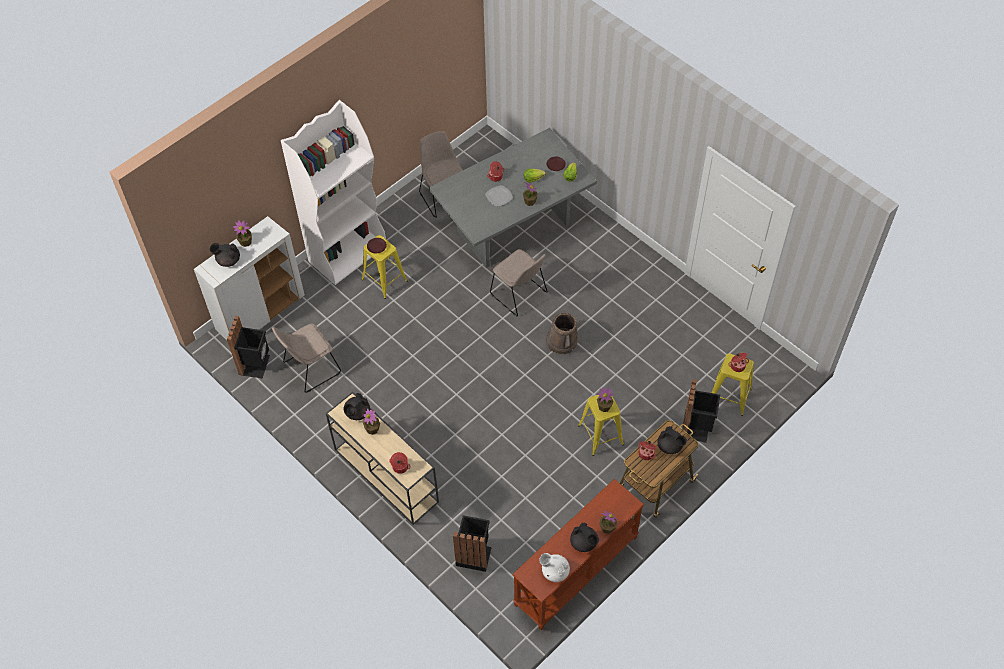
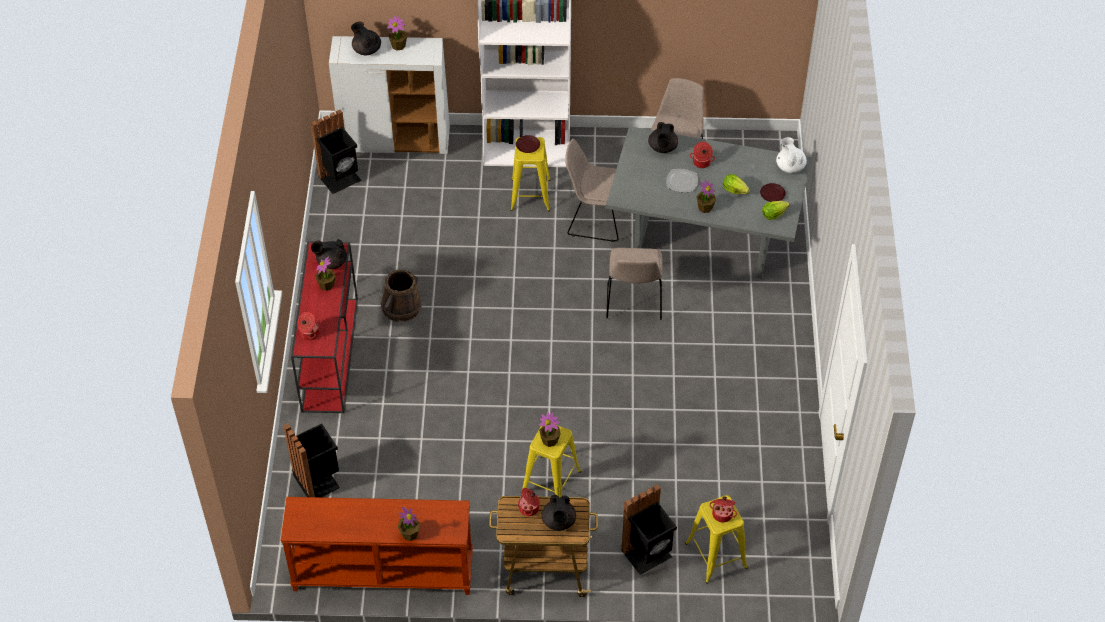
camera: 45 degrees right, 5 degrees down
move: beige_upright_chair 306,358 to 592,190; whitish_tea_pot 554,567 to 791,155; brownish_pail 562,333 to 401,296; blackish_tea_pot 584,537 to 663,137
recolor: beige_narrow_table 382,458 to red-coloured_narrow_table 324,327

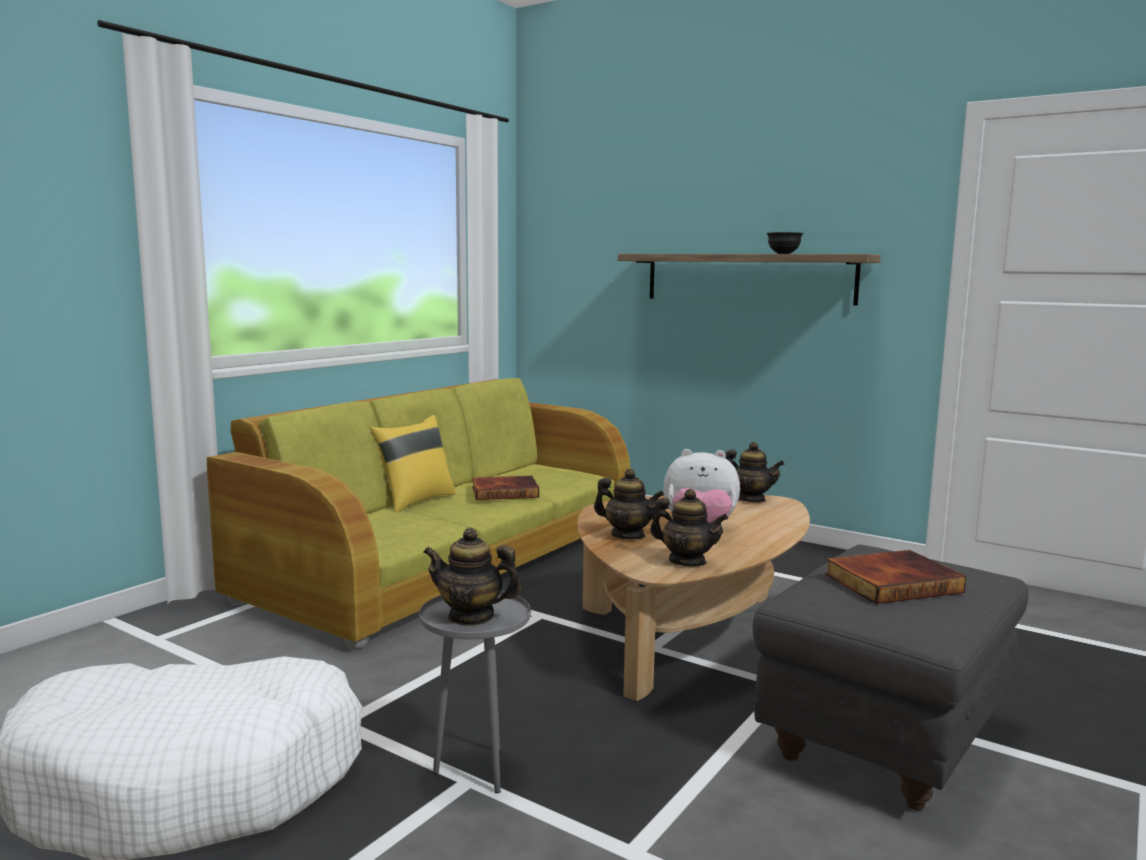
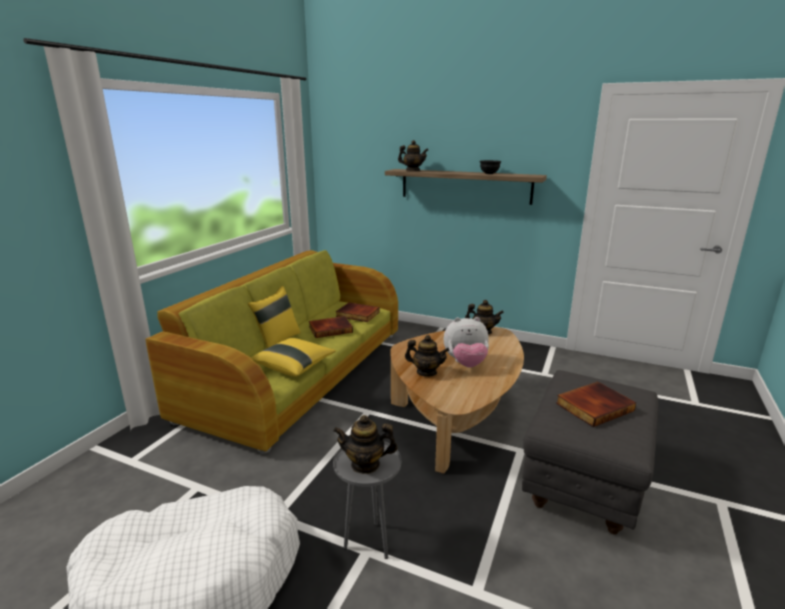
camera: 10 degrees left, 10 degrees up
insert: yellowish_pillow 293,357; bound_book 357,312
move: tea_pot 689,527 to 413,155

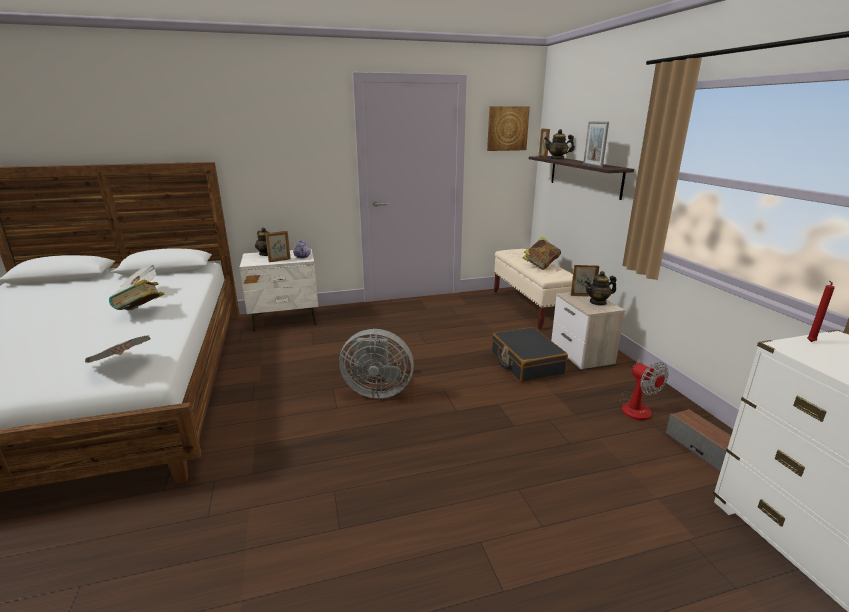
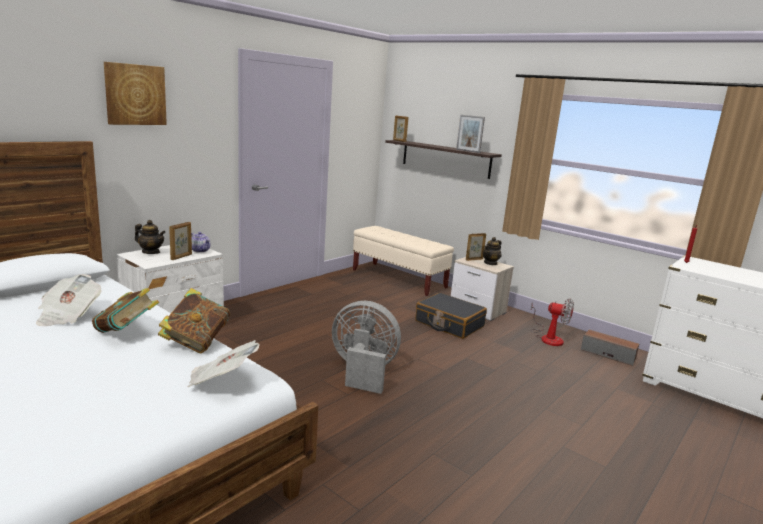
camera: 35 degrees left, 5 degrees down
delete: tea_pot 559,144
move: picture 508,128 to 135,93; bound_book 542,253 to 194,320
rotate: grey_electric_fan 376,364 = 366,347 135 degrees counterclockwise

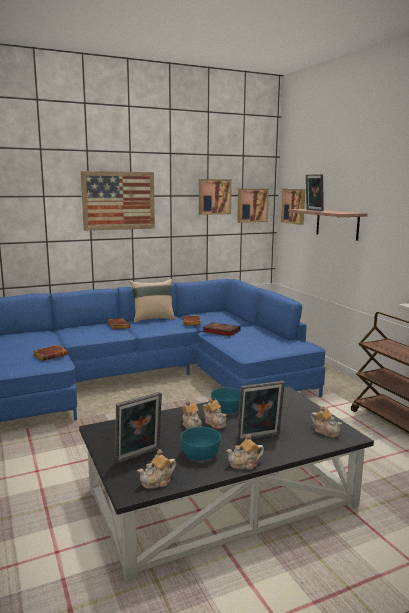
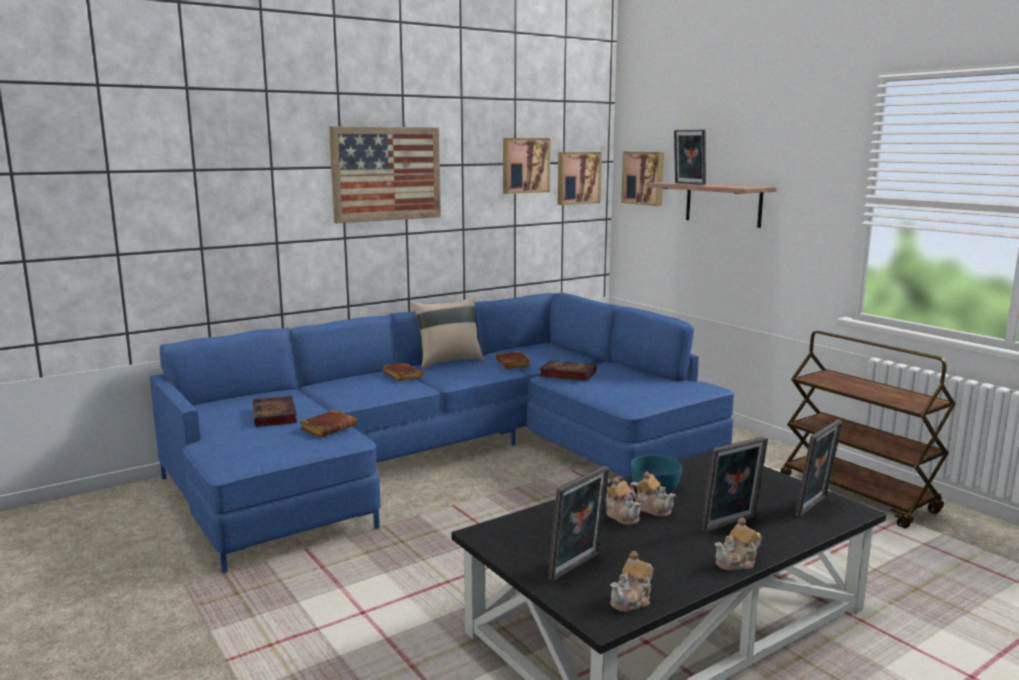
camera: 10 degrees left, 0 degrees up
delete: turquoise-coloured_serving_bowl 201,444
insert: bound_book 275,411
replace: tea_pot 326,422 to standing_frame 819,468

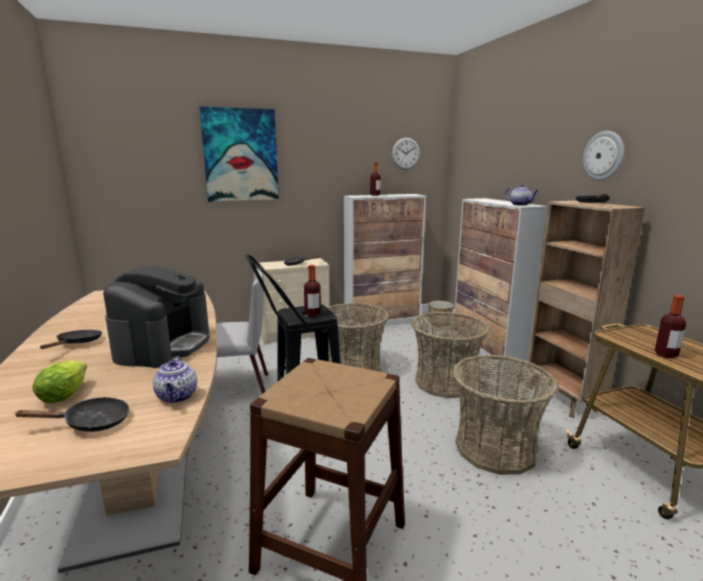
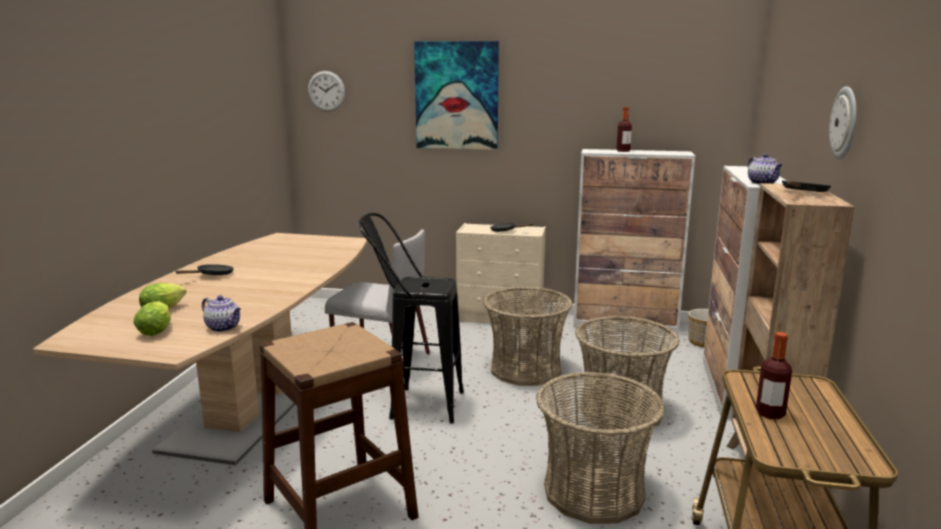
camera: 30 degrees right, 0 degrees up
delete: coffee_maker 156,317; drink_bottle 312,291
move: clock_on_the_wall 406,154 to 326,91
replace: blackish_pan 71,414 to lettuce_head 152,318
rotate: tea_pot 175,379 = 221,313 75 degrees counterclockwise

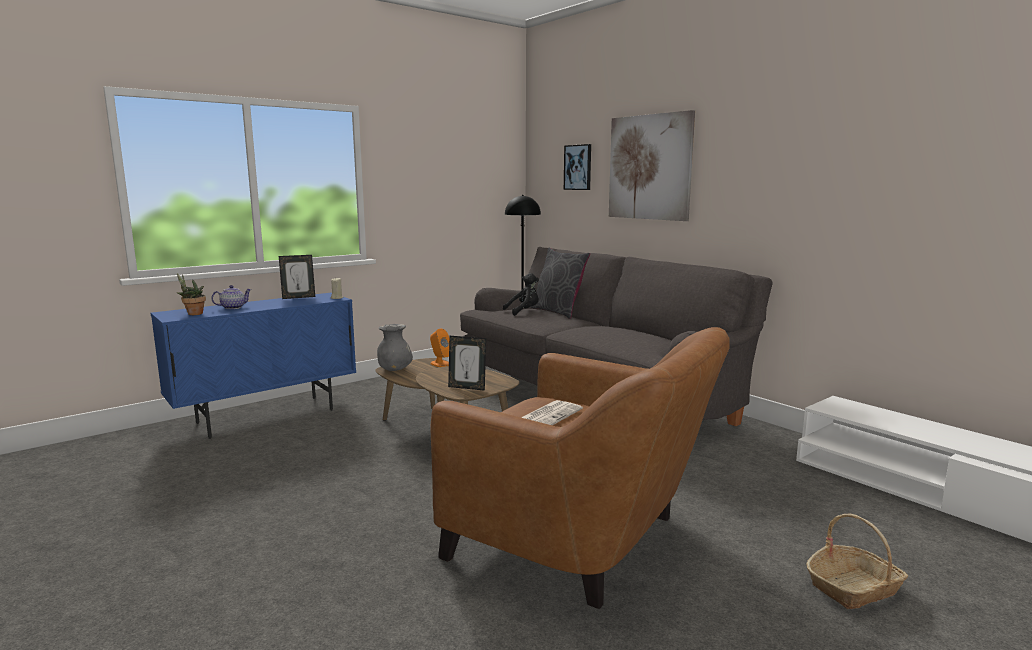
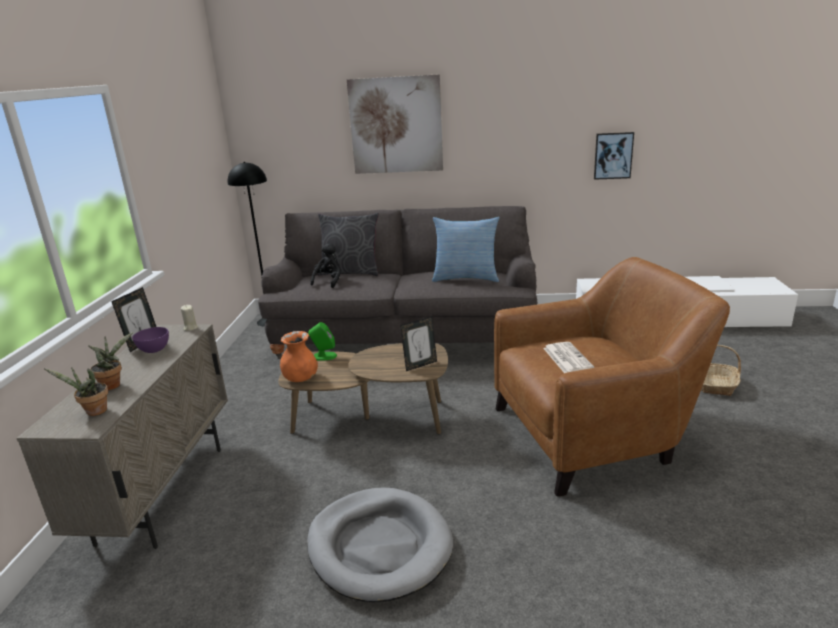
camera: 45 degrees left, 10 degrees up
insert: purplish_serving_bowl 150,340; grey_pet_bed 380,544; pillow 466,249
move: picture 577,167 to 614,156
replace: tea_pot 231,297 to plant_in_a_pot 110,361
recolor: blue_storage_cabinet 253,366 to beige_storage_cabinet 122,436; grey_decorative_vase 395,347 to orange-coloured_decorative_vase 299,356; orange-coloured_loudspeaker 439,348 to green-coloured_loudspeaker 322,341

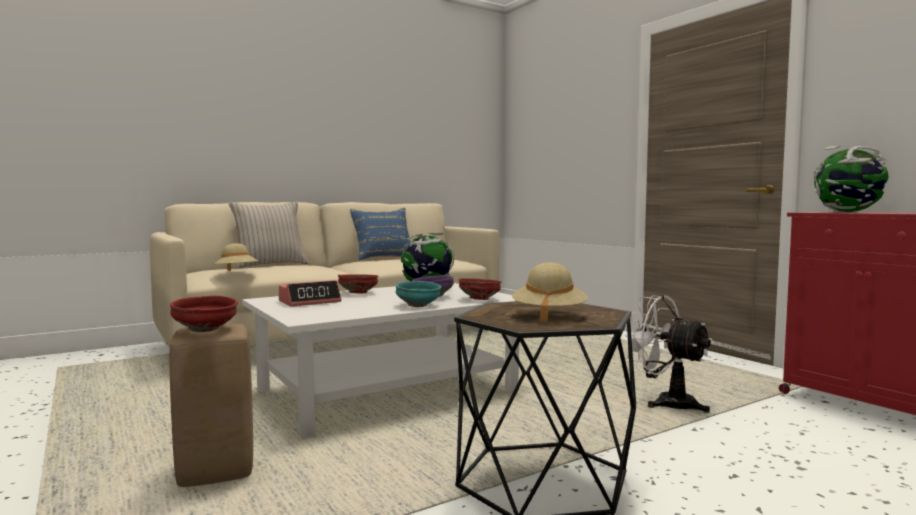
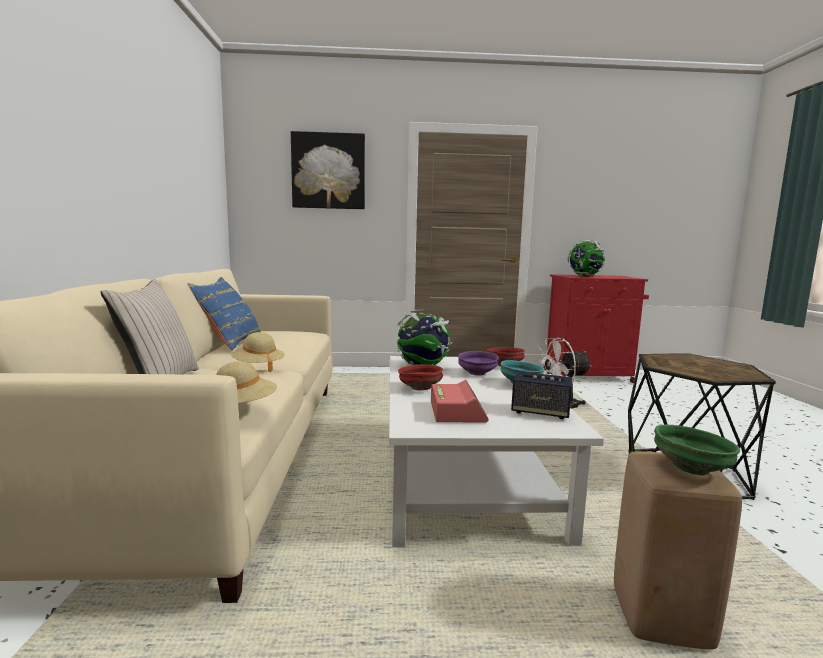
camera: 60 degrees left, 5 degrees up
insert: picture 328,170; loudspeaker 541,395
move: beige_clothing_hat 550,293 to 258,352
recolor: red-coloured_serving_bowl 204,314 to green-coloured_serving_bowl 697,450

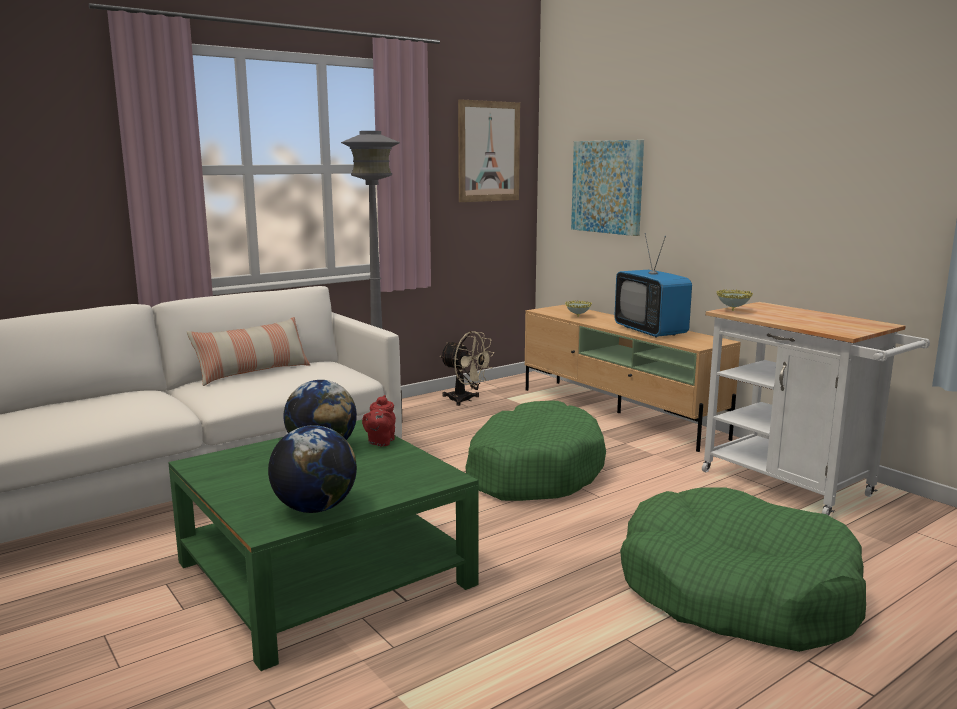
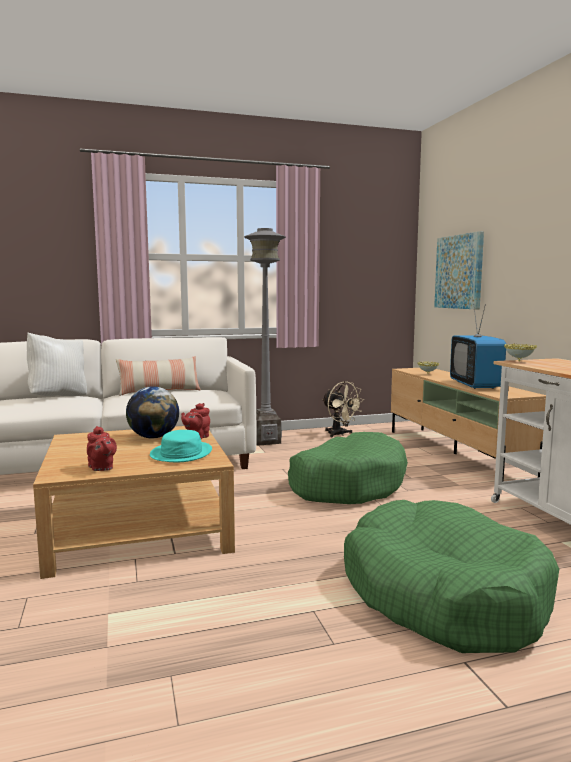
camera: 20 degrees right, 5 degrees down
delete: picture 489,150
insert: whitish_pillow 57,364; turquoise-coloured_clothing_hat 181,446
replace: globe 312,469 to red-coloured_tea_pot 102,448
recolor: green-coloured_low_table 323,545 to beige_low_table 134,502

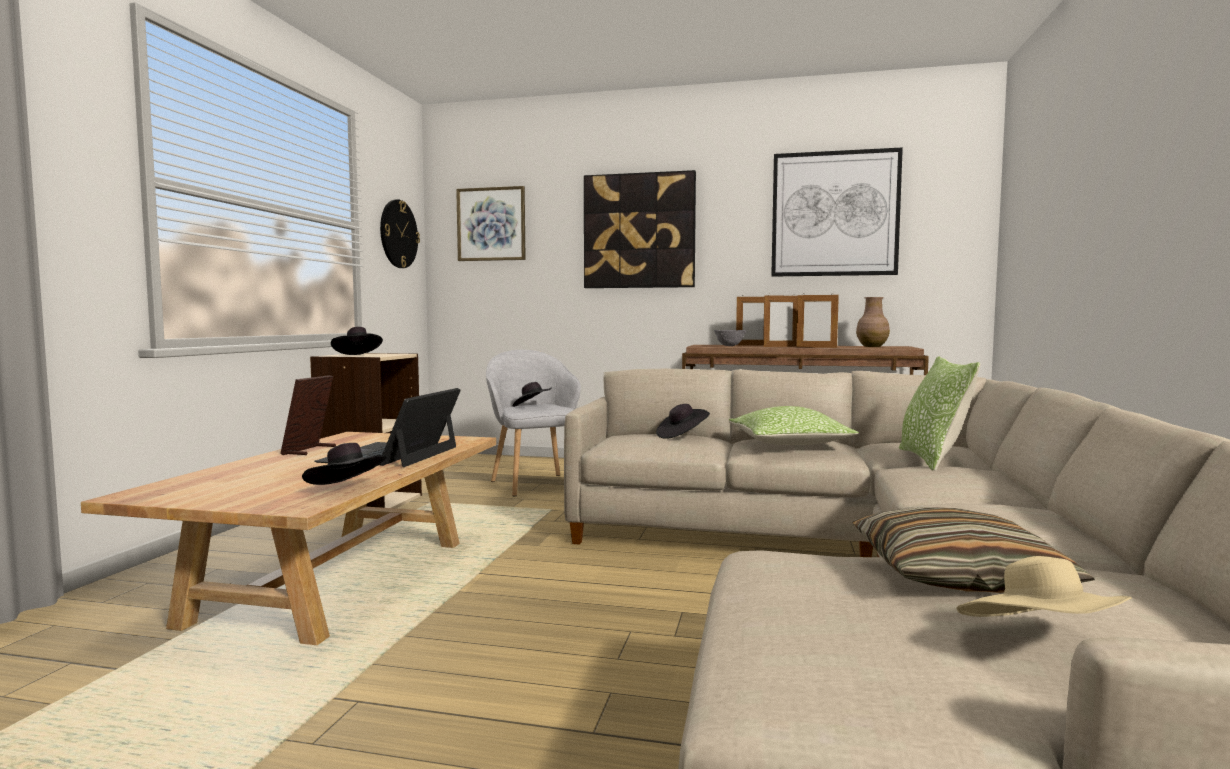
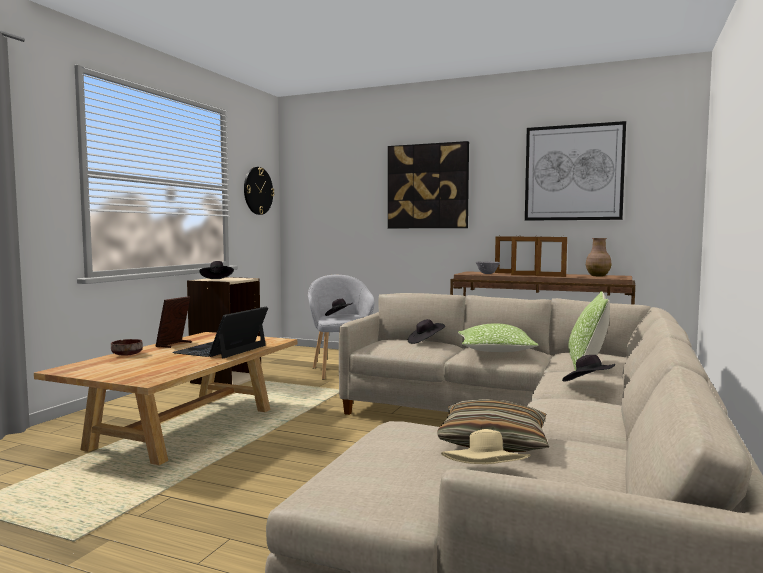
camera: 10 degrees right, 0 degrees up
delete: picture 491,223
insert: brownish_serving_bowl 127,347
move: blackish_clothing_hat 344,464 to 588,368

